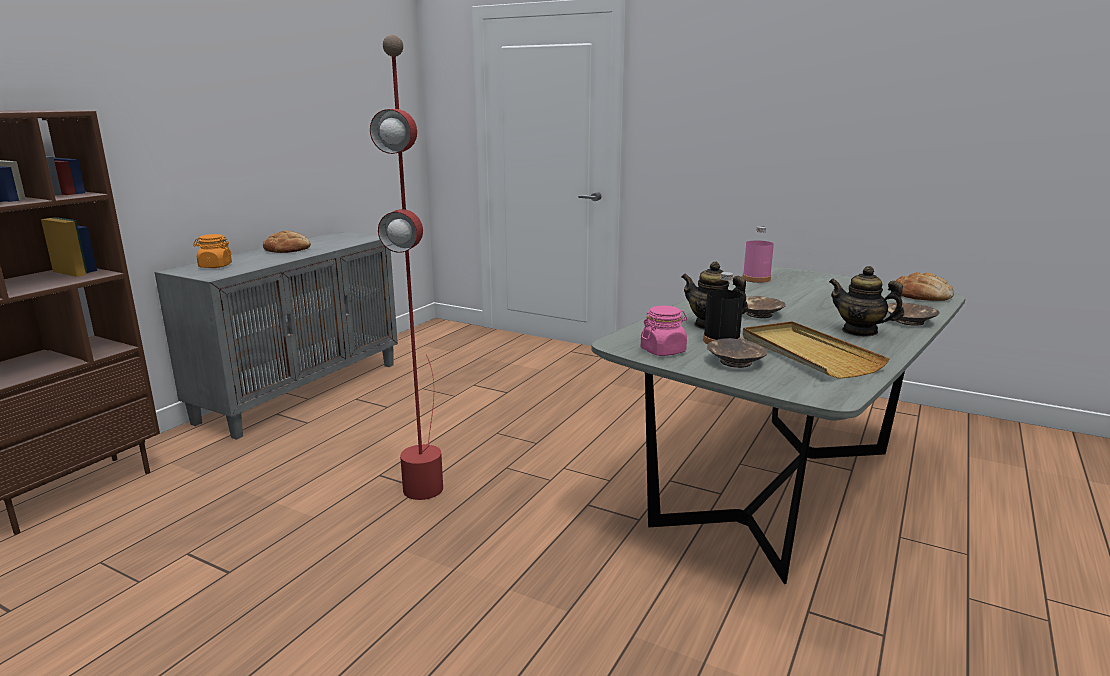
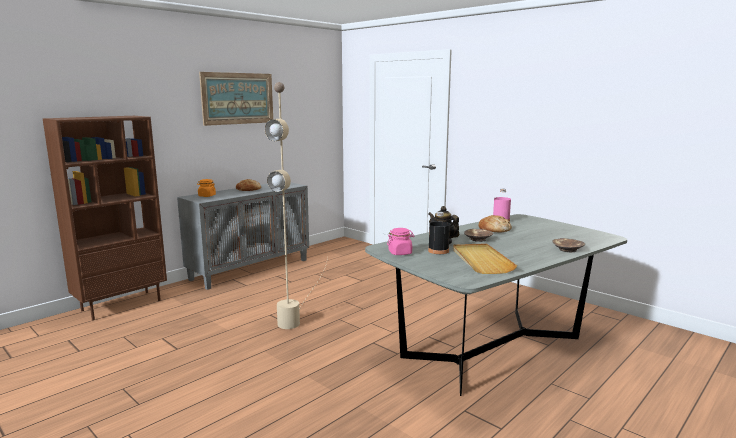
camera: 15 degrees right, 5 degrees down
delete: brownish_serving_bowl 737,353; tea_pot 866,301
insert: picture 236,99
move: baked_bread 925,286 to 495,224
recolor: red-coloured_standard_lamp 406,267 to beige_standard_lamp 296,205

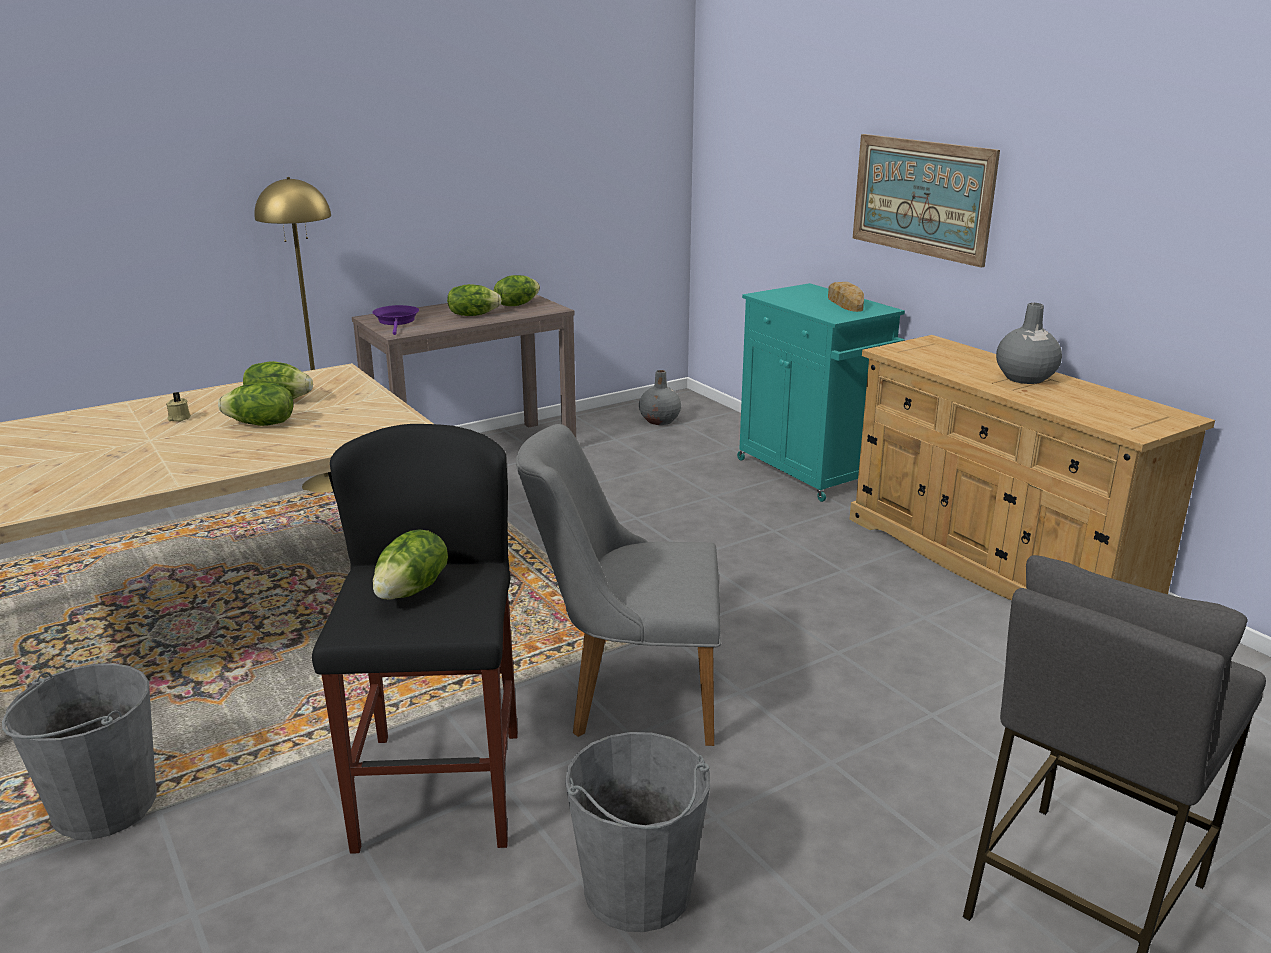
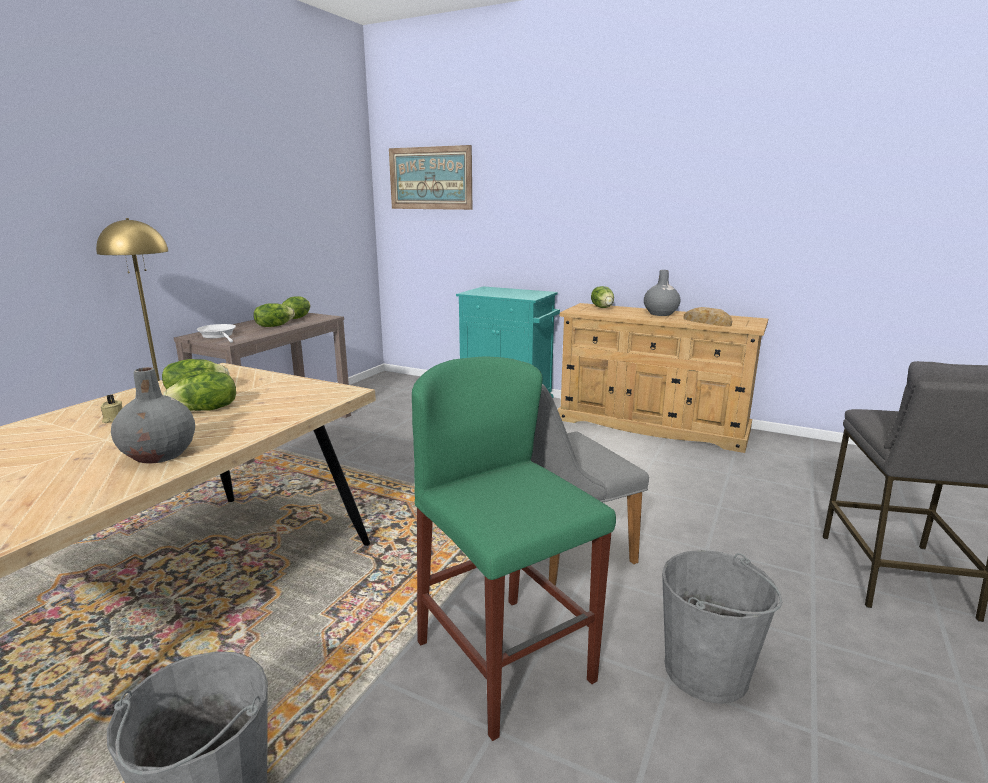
camera: 30 degrees left, 5 degrees down
move: lettuce_head 410,564 to 602,297; grey_decorative_vase 660,397 to 153,415; baked_bread 846,297 to 707,316; picture 926,201 to 430,177
recolor: blackish_sitting_stool 415,639 to green-coloured_sitting_stool 514,548; purplish_pan 395,320 to whitish_pan 216,333

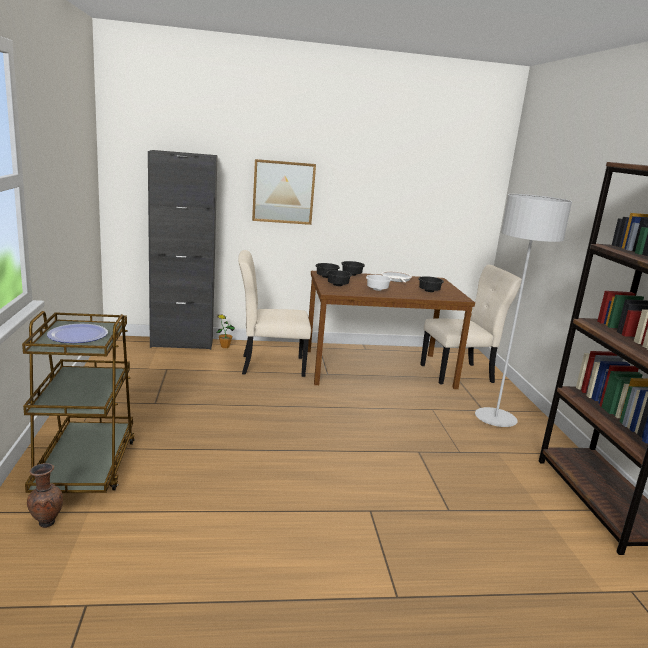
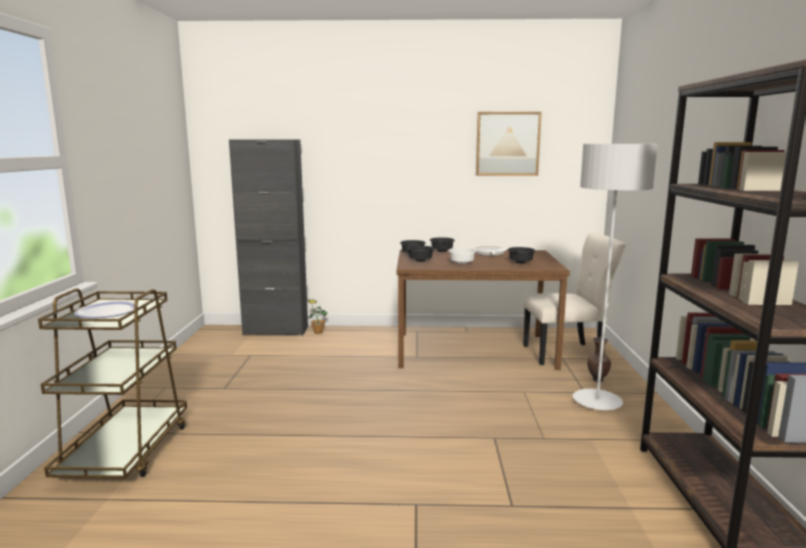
camera: 10 degrees right, 5 degrees down
delete: beige_upright_chair 274,313
move: brownish_decorative_vase 45,495 to 599,359; picture 284,192 to 509,144

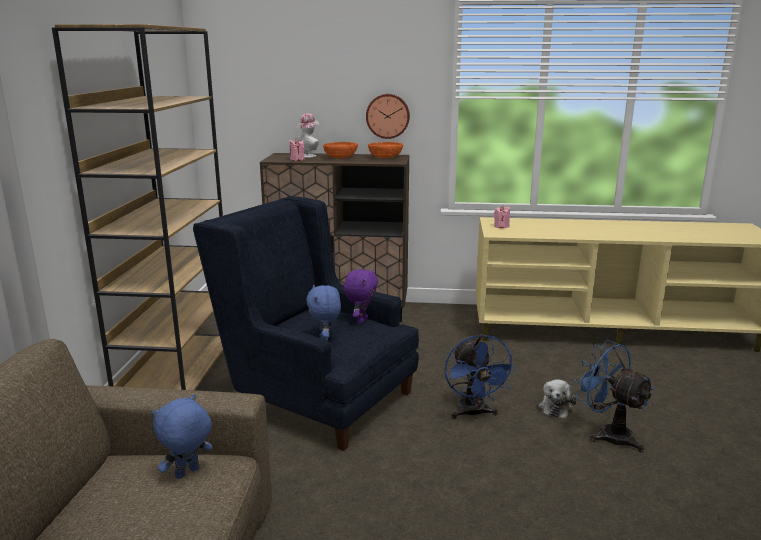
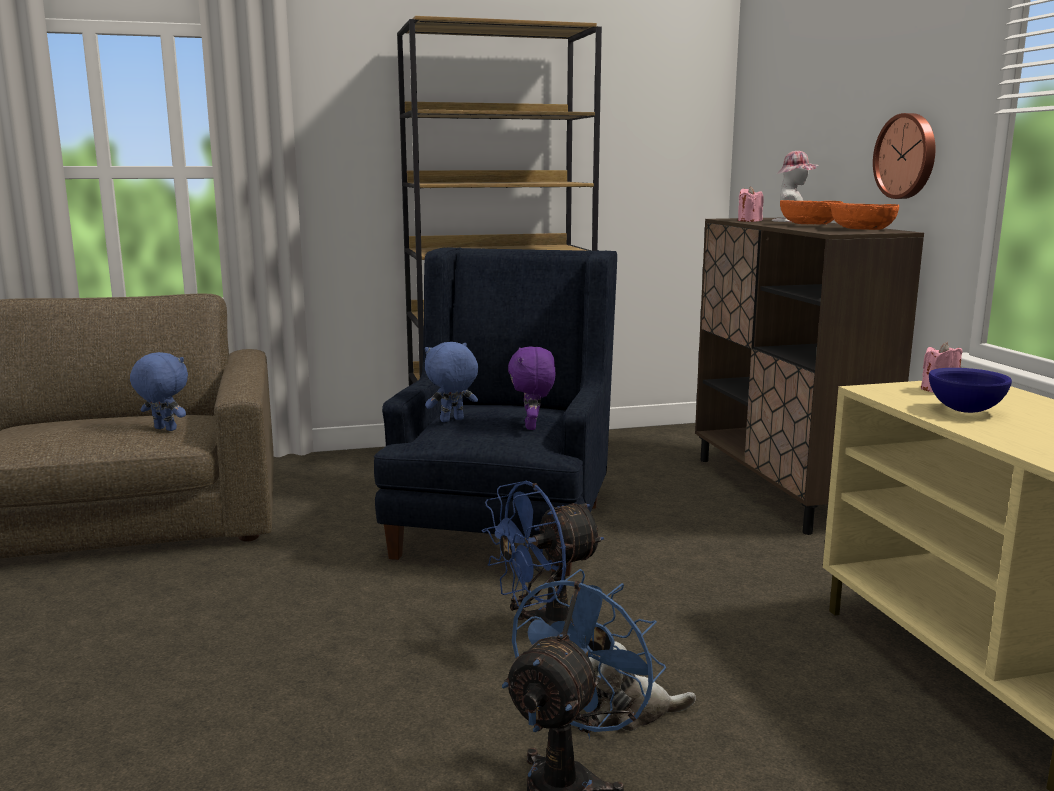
camera: 70 degrees right, 5 degrees down
insert: blue_serving_bowl 970,390
rotate: purplish_cuddly_toy 361,296 = 532,388 90 degrees clockwise

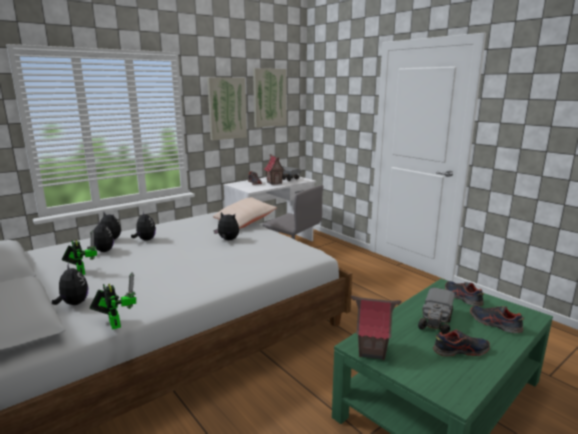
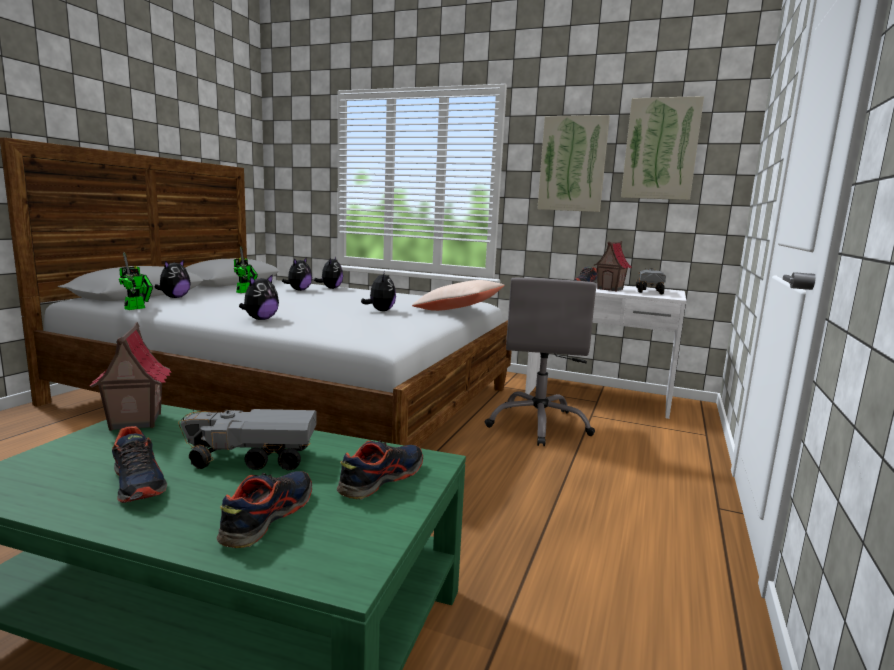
camera: 60 degrees right, 5 degrees down
move: cuddly_toy 143,226 to 259,297

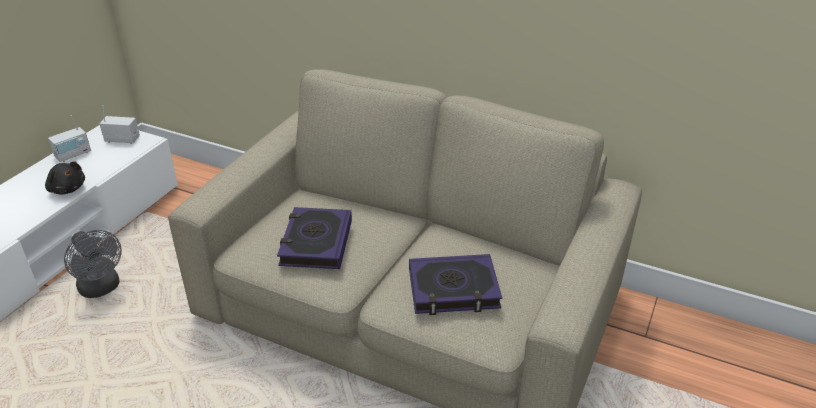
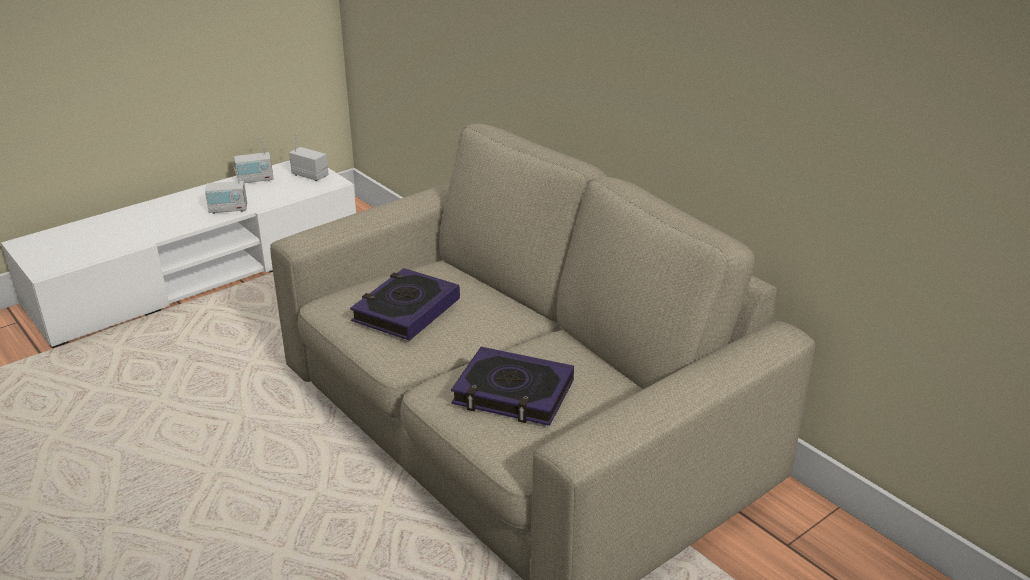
camera: 25 degrees right, 5 degrees down
delete: grey_electric_fan 93,264
replace: blackish_cuddly_toy 65,178 to radio_receiver 226,189

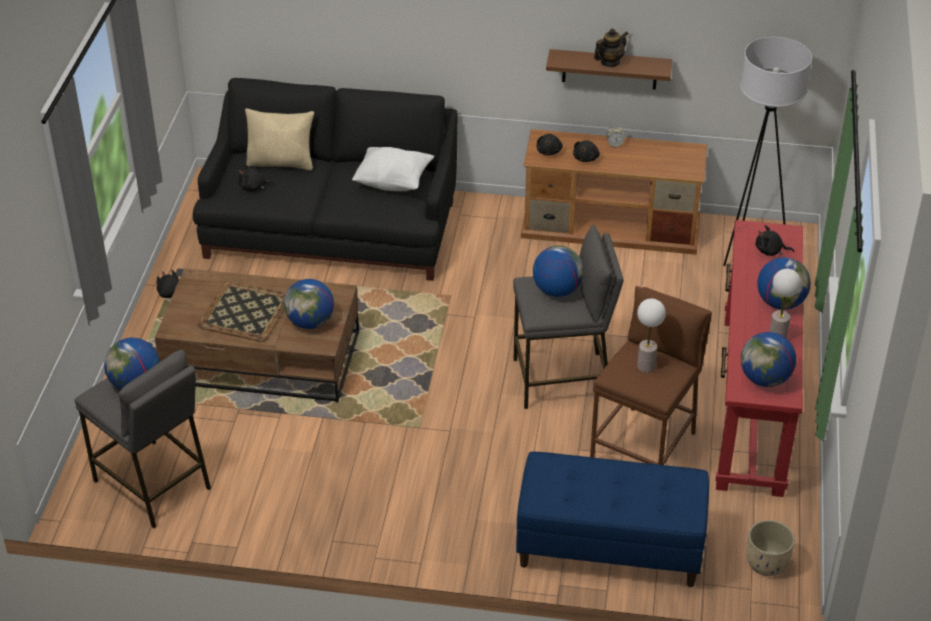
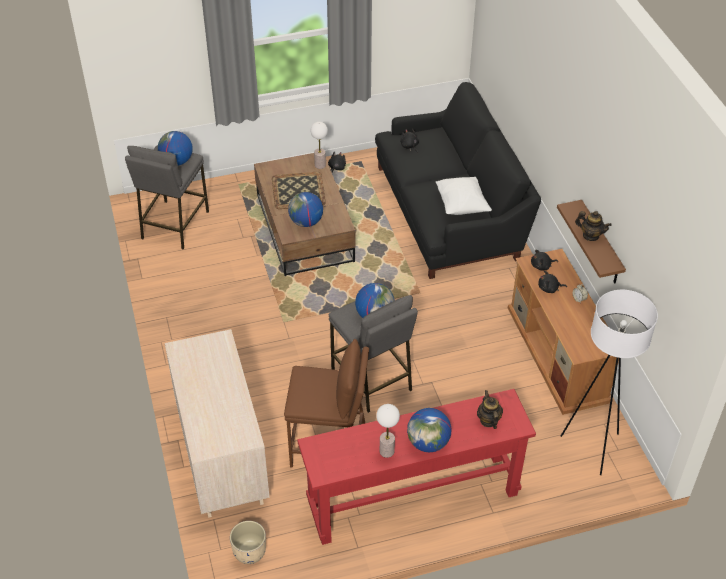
camera: 65 degrees right, 5 degrees up
delete: beige_pillow 279,140; globe 768,359
move: table_lamp 651,335 to 319,145
replace: blue_long_seat 612,519 to beige_drawer_chest 217,423; blackish_cuddly_toy 775,240 to tea_pot 490,409

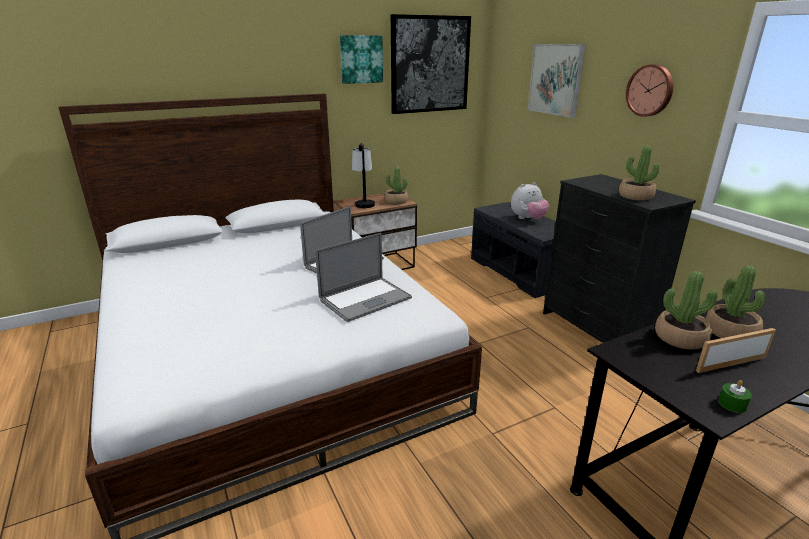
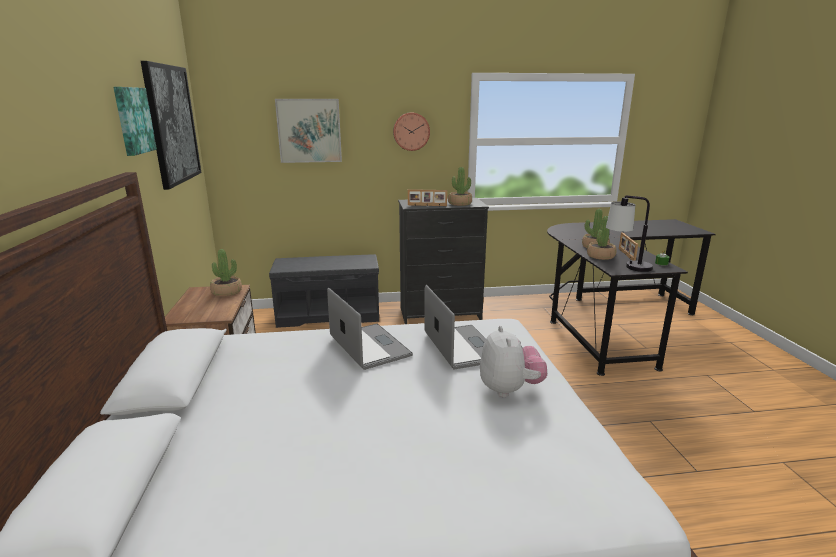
camera: 70 degrees left, 5 degrees down
insert: standing_frame 427,197
move: table_lamp 363,175 to 629,233; cuddly_toy 530,200 to 513,361

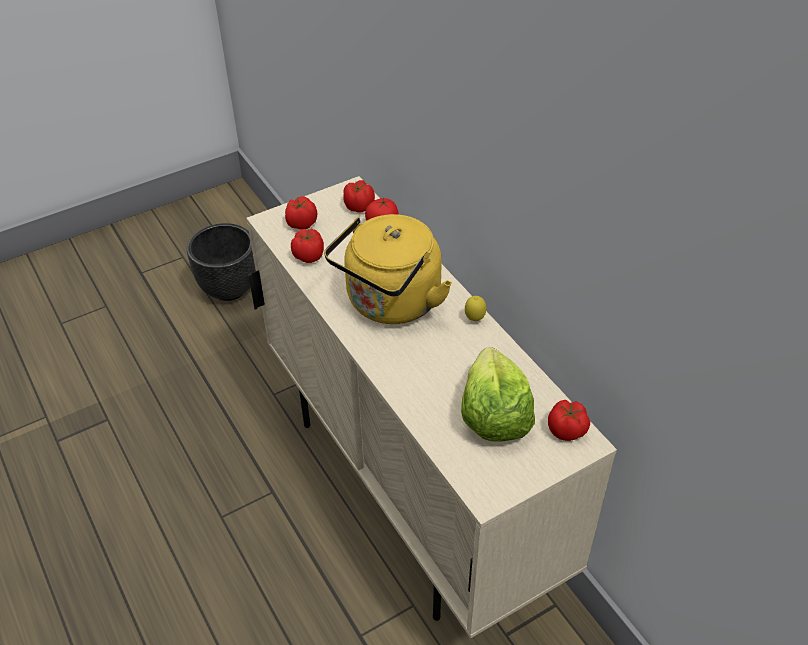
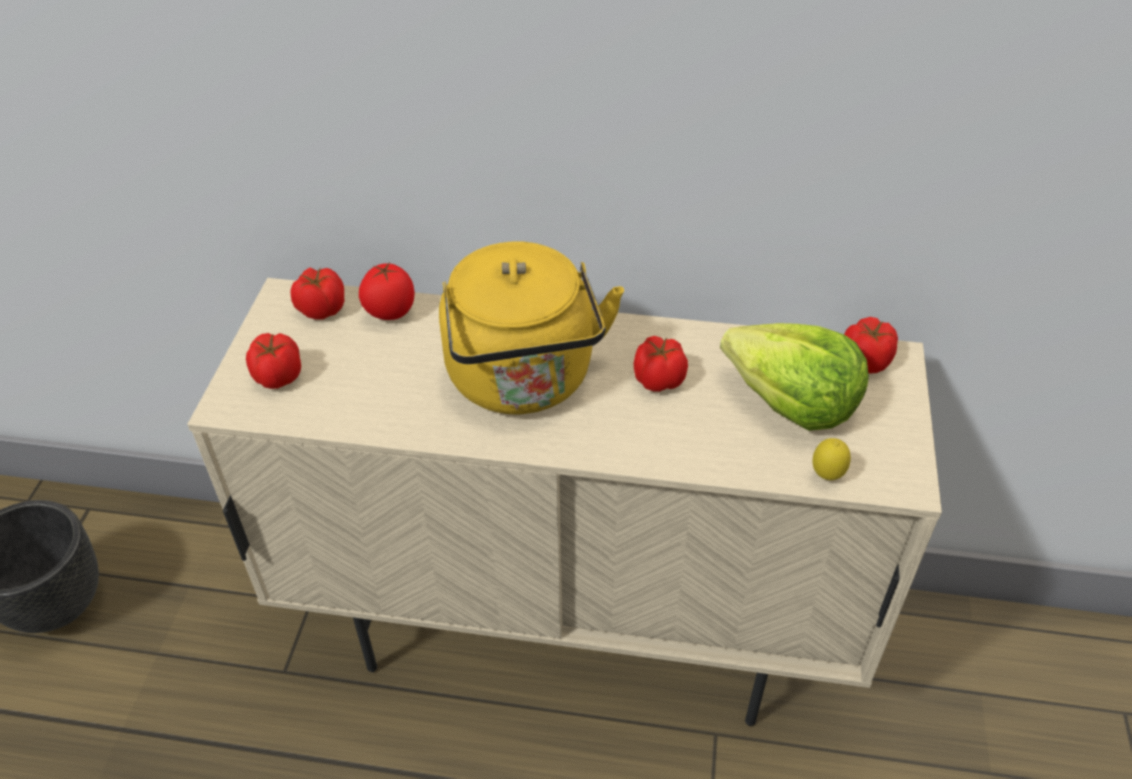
camera: 50 degrees left, 0 degrees up
move: tomato 307,246 to 660,364; lemon 476,308 to 832,459

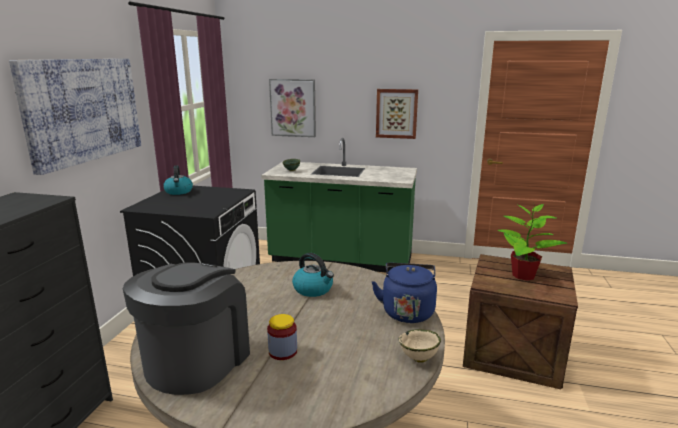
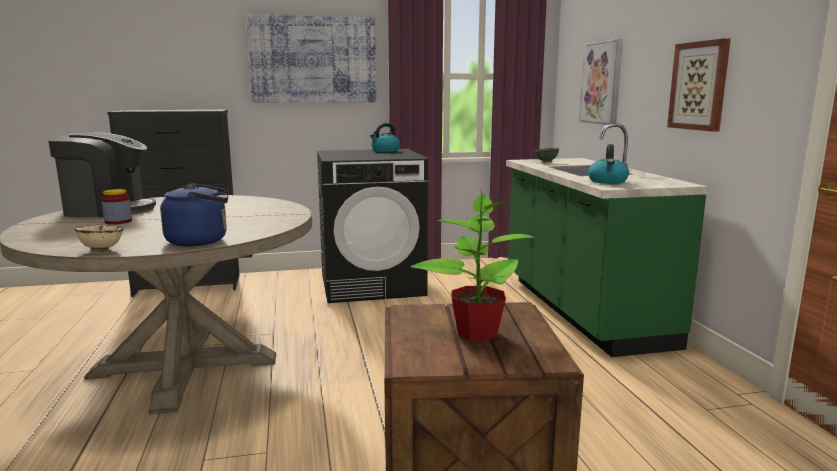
camera: 65 degrees right, 5 degrees down
move: water_kettle 313,275 to 608,164

